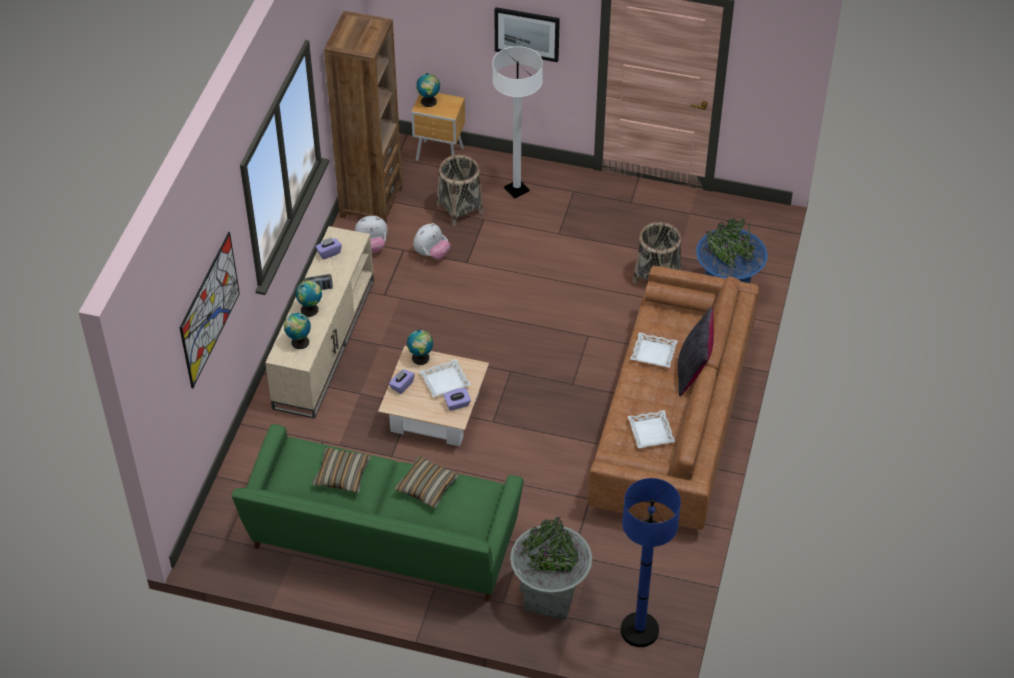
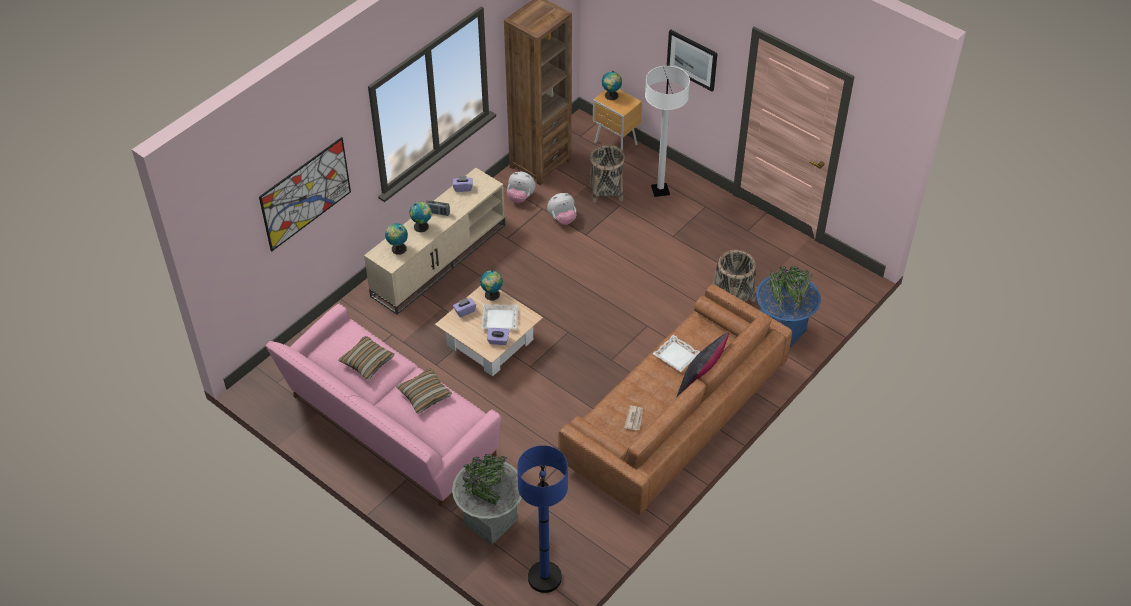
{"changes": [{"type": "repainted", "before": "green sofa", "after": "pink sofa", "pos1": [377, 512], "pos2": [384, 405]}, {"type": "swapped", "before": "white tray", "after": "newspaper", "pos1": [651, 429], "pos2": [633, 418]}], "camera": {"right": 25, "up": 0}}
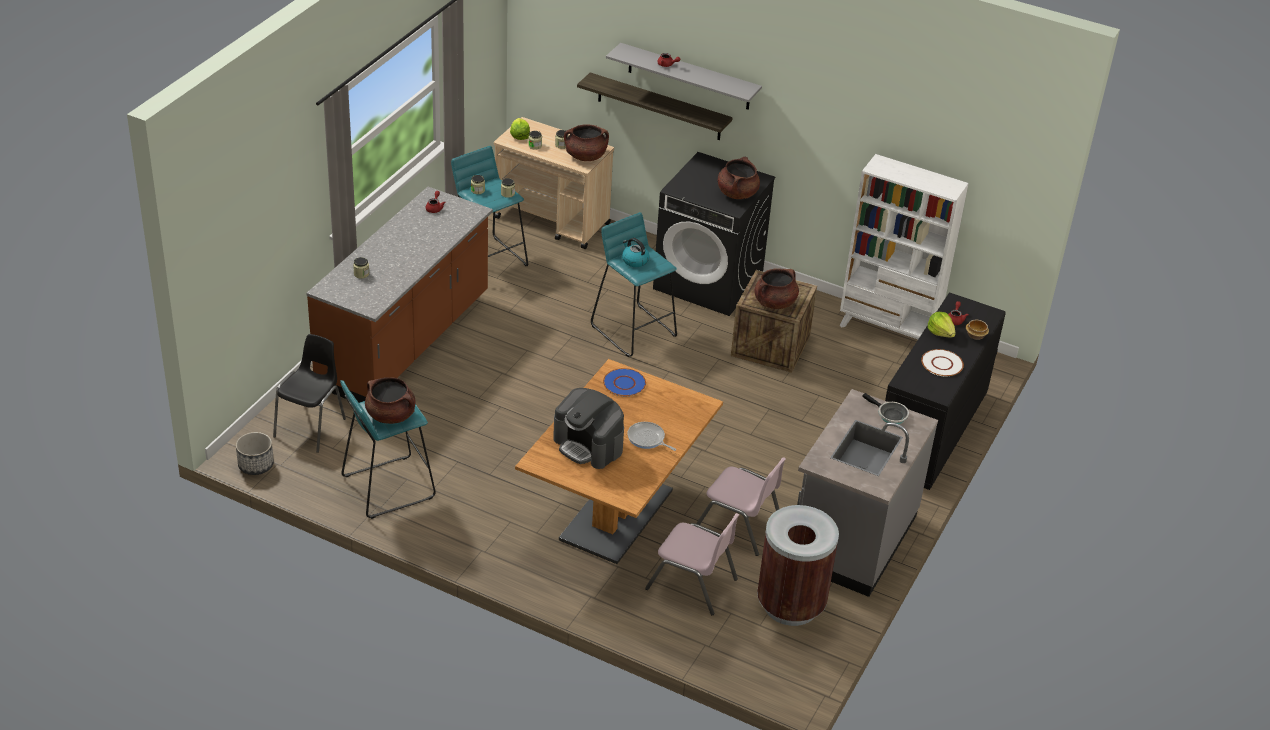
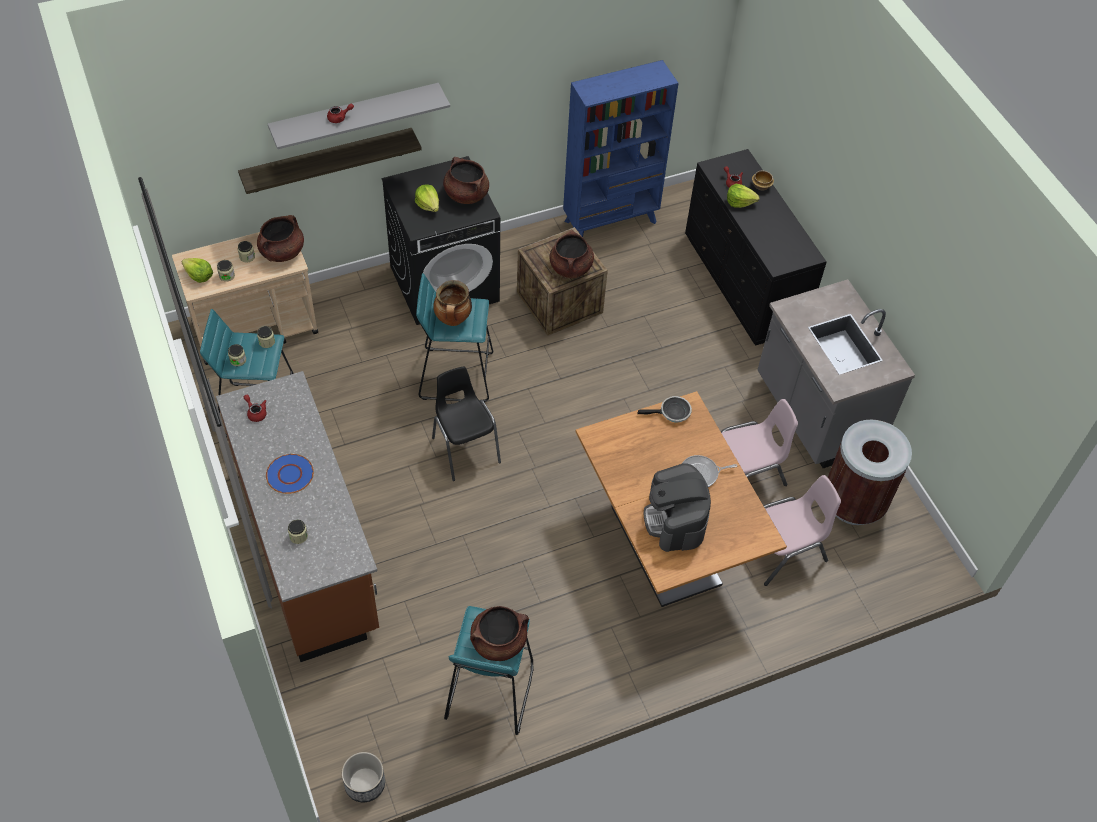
{"changes": [{"type": "shifted", "before": "black chair", "pos1": [309, 393], "pos2": [466, 423]}, {"type": "rotated", "before": "coffee machine", "pos1": [588, 428], "pos2": [677, 507], "turn": 90}, {"type": "shifted", "before": "blue plate", "pos1": [624, 382], "pos2": [290, 474]}, {"type": "swapped", "before": "kettle", "after": "cooking pot", "pos1": [636, 252], "pos2": [452, 303]}, {"type": "repainted", "before": "white bookcase", "after": "blue bookcase", "pos1": [904, 246], "pos2": [621, 148]}, {"type": "shifted", "before": "frying pan", "pos1": [885, 408], "pos2": [664, 409]}, {"type": "gone", "before": "white plate", "pos1": [942, 362]}, {"type": "new", "after": "lettuce", "pos2": [427, 198]}], "camera": {"right": -50, "up": 15}}
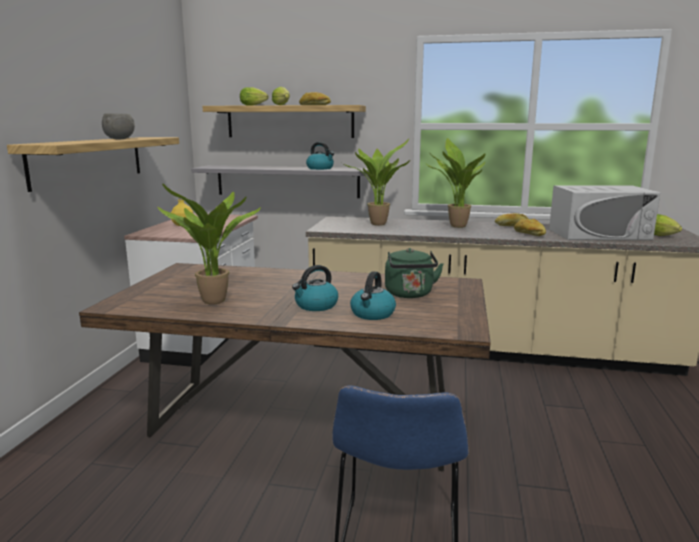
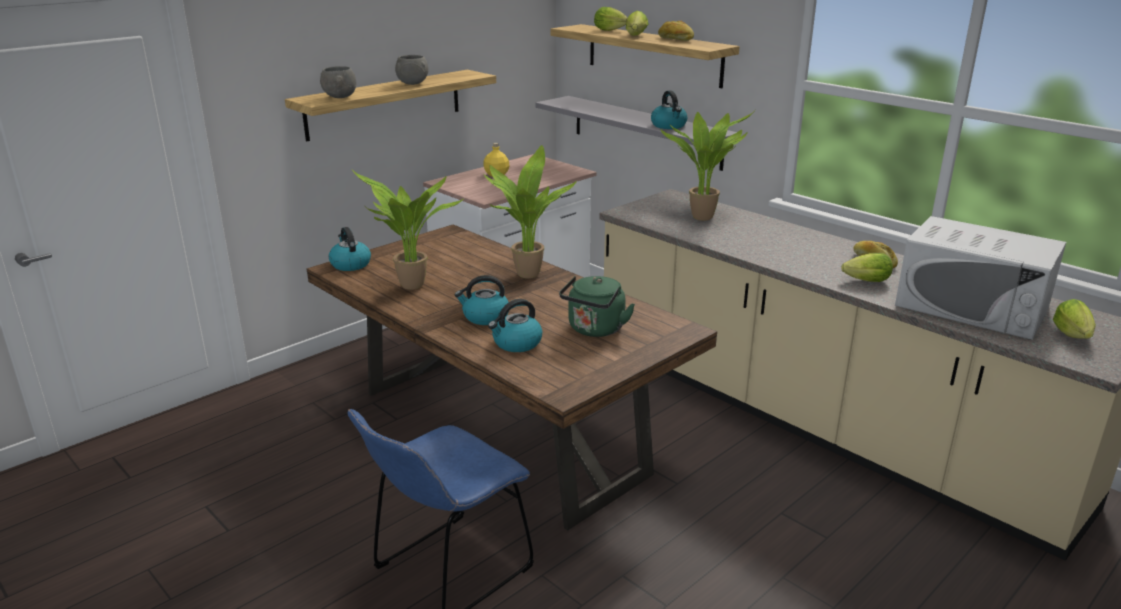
{"changes": [{"type": "shifted", "before": "potted plant", "pos1": [455, 183], "pos2": [530, 212]}, {"type": "swapped", "before": "bread", "after": "lettuce", "pos1": [530, 227], "pos2": [867, 267]}, {"type": "new", "after": "grey bowl", "pos2": [338, 82]}, {"type": "new", "after": "kettle", "pos2": [350, 249]}], "camera": {"right": 35, "up": 10}}
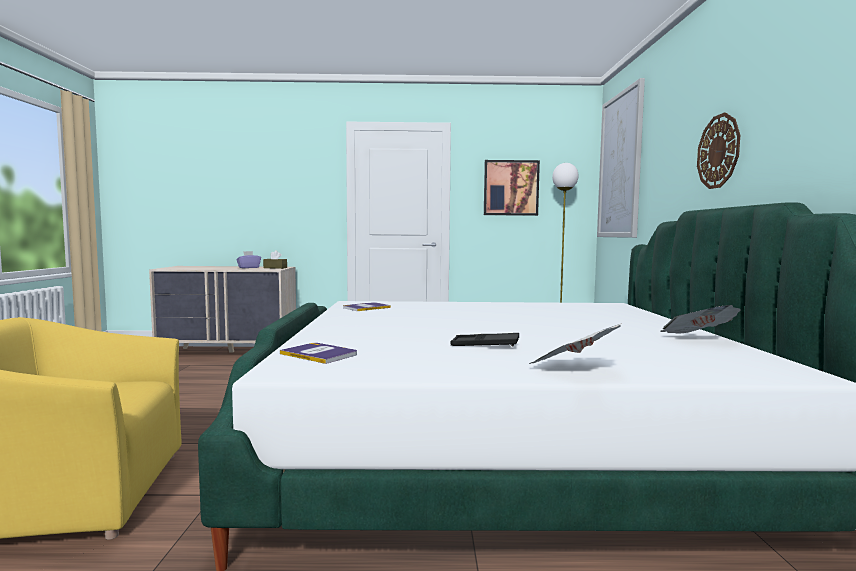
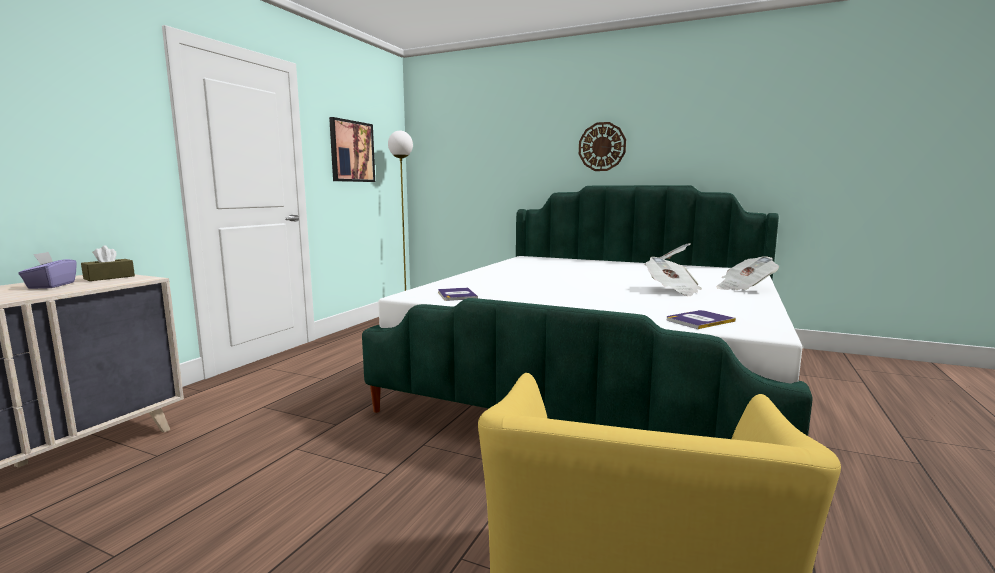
{"changes": [{"type": "swapped", "before": "black tray", "after": "newspaper", "pos1": [484, 339], "pos2": [673, 276]}, {"type": "gone", "before": "picture", "pos1": [621, 158]}], "camera": {"right": -65, "up": 5}}
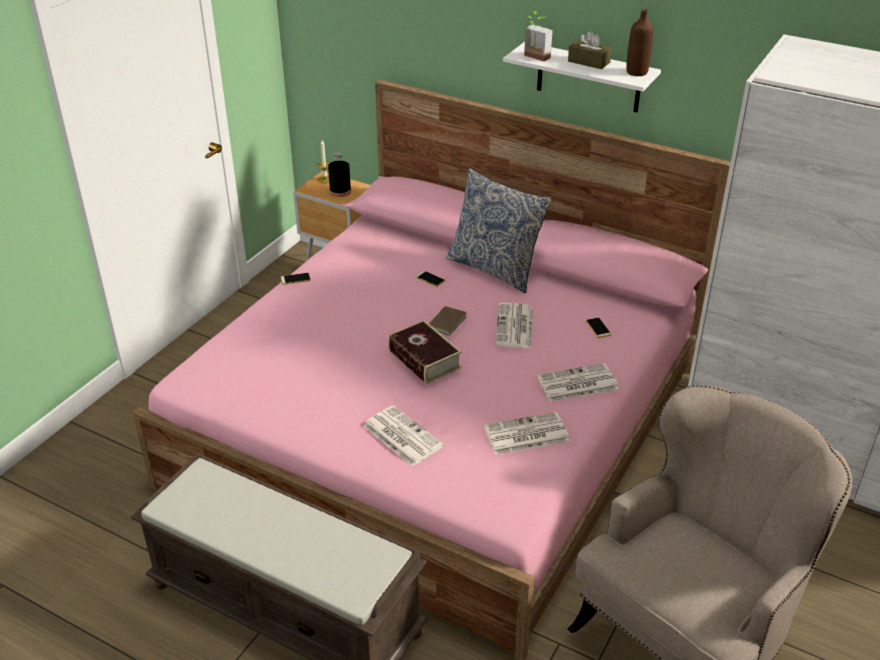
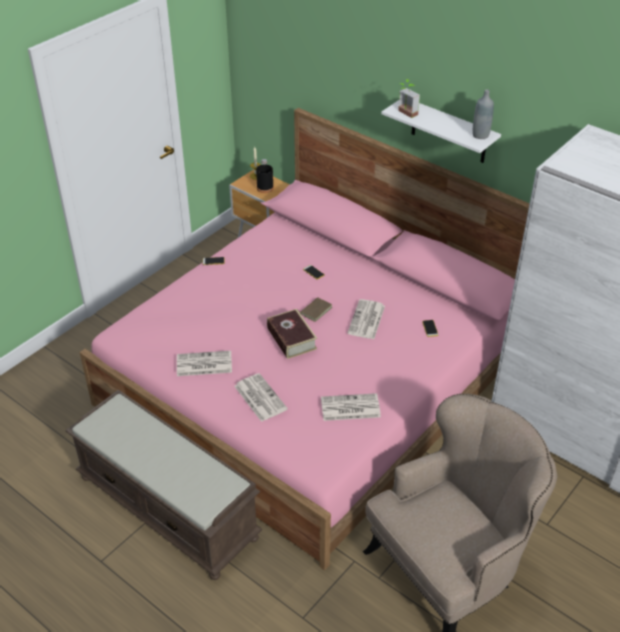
{"changes": [{"type": "gone", "before": "pillow", "pos1": [499, 231]}, {"type": "shifted", "before": "newspaper", "pos1": [578, 382], "pos2": [204, 363]}, {"type": "gone", "before": "brown tissue box", "pos1": [590, 50]}, {"type": "repainted", "before": "brown bottle", "after": "grey bottle", "pos1": [639, 42], "pos2": [483, 114]}], "camera": {"right": 10, "up": 5}}
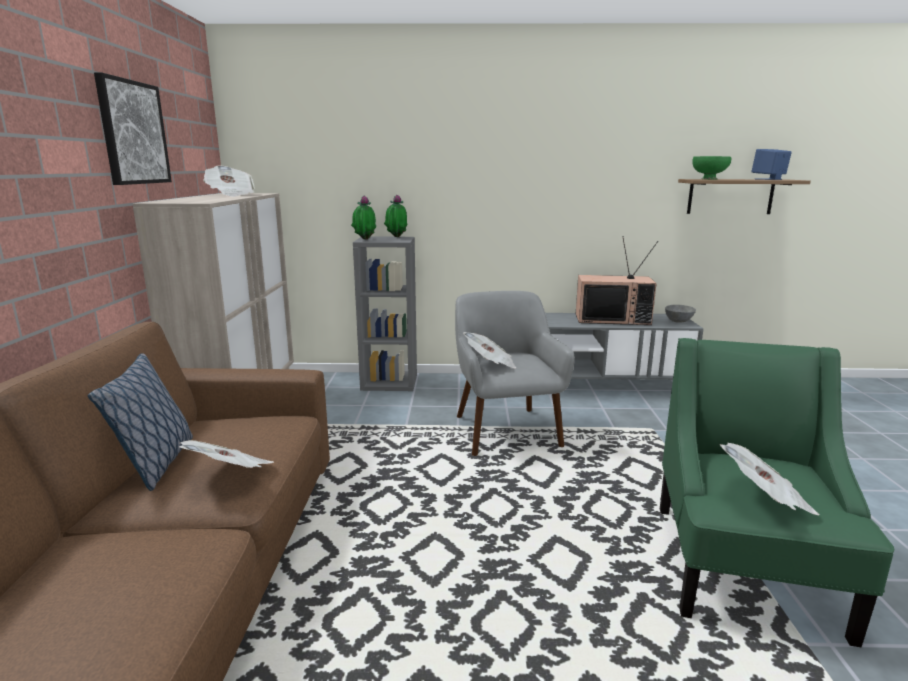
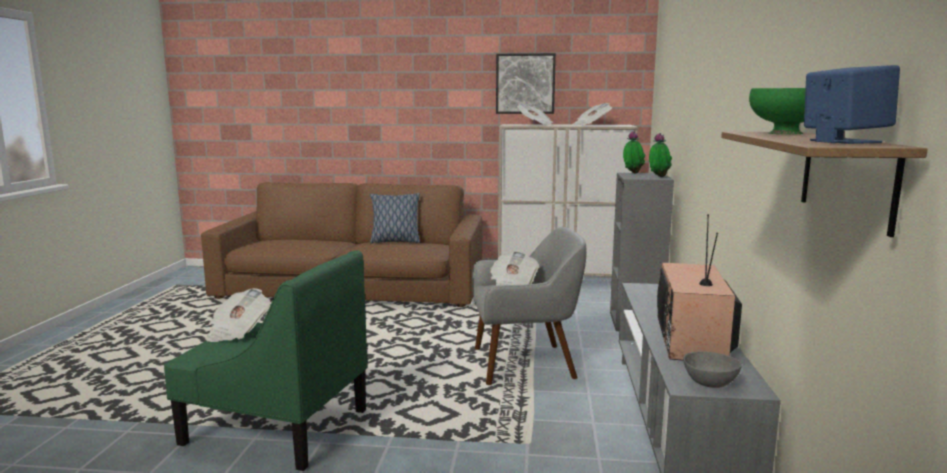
{"changes": [{"type": "shifted", "before": "newspaper", "pos1": [226, 454], "pos2": [535, 114]}], "camera": {"right": 95, "up": -5}}
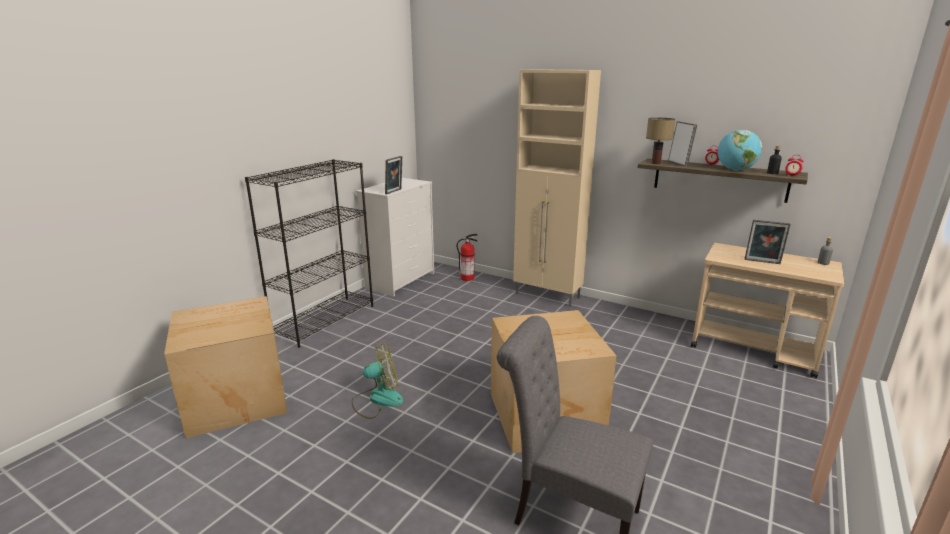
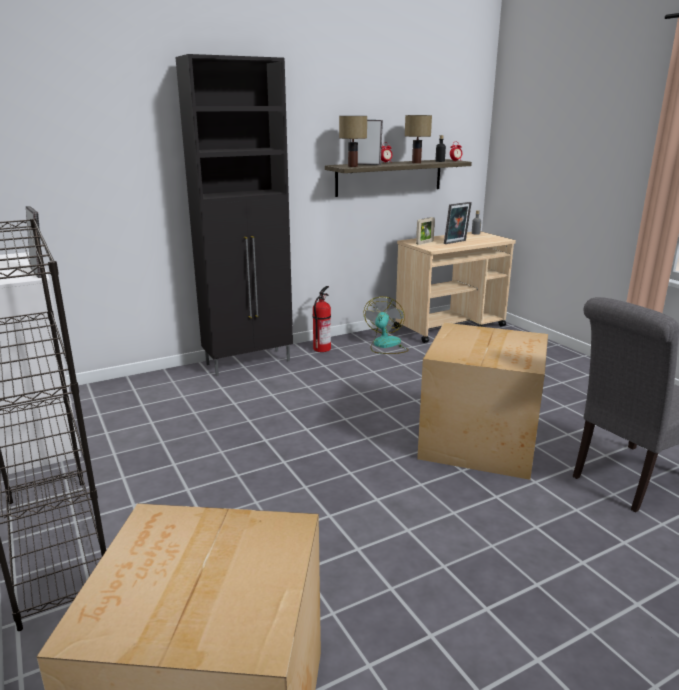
{"changes": [{"type": "shifted", "before": "fan", "pos1": [377, 380], "pos2": [386, 325]}, {"type": "shifted", "before": "fire extinguisher", "pos1": [467, 257], "pos2": [321, 319]}, {"type": "repainted", "before": "beige cabinet", "after": "black cabinet", "pos1": [557, 188], "pos2": [234, 215]}, {"type": "swapped", "before": "globe", "after": "table lamp", "pos1": [740, 150], "pos2": [418, 139]}, {"type": "new", "after": "picture frame", "pos2": [425, 231]}], "camera": {"right": -60, "up": 0}}
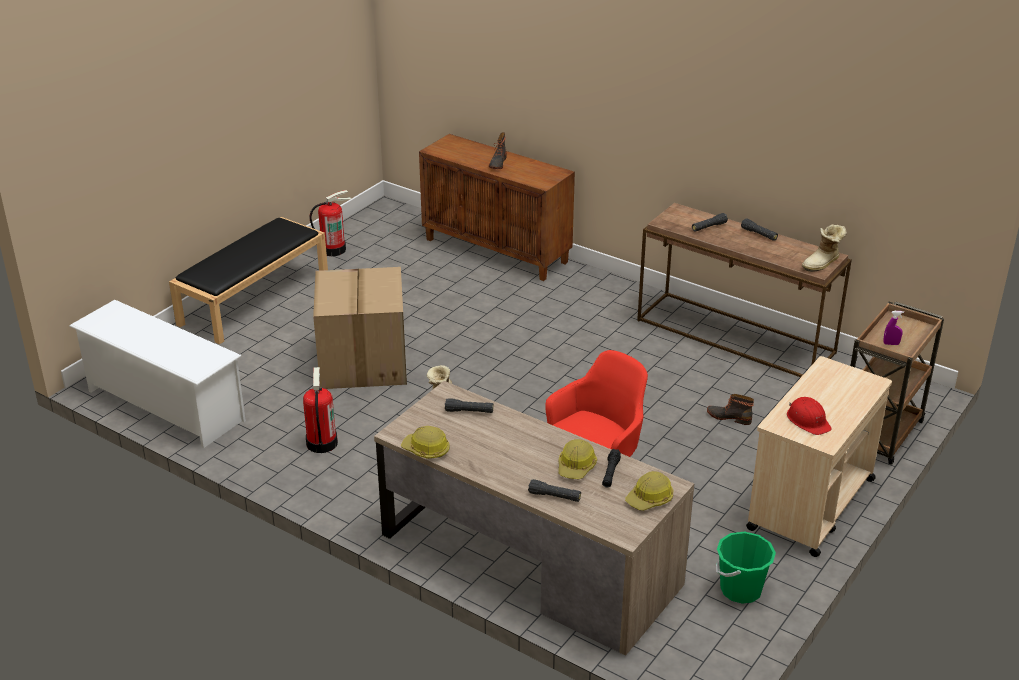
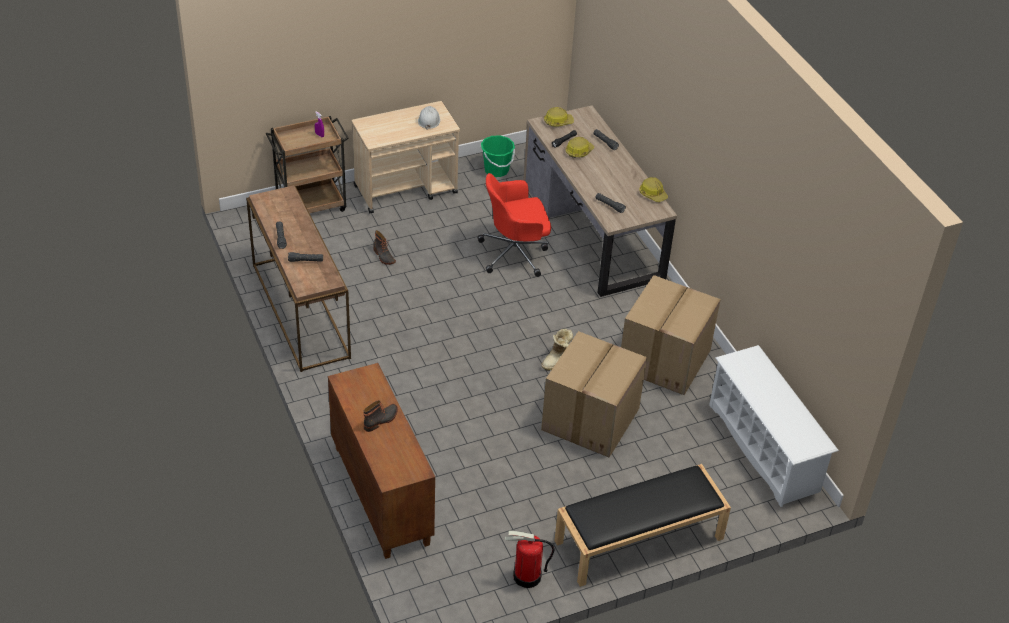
{"changes": [{"type": "swapped", "before": "fire extinguisher", "after": "cardboard box", "pos1": [320, 410], "pos2": [671, 335]}, {"type": "repainted", "before": "red hard hat", "after": "white hard hat", "pos1": [809, 416], "pos2": [429, 118]}, {"type": "gone", "before": "boot", "pos1": [824, 248]}], "camera": {"right": -150, "up": 10}}
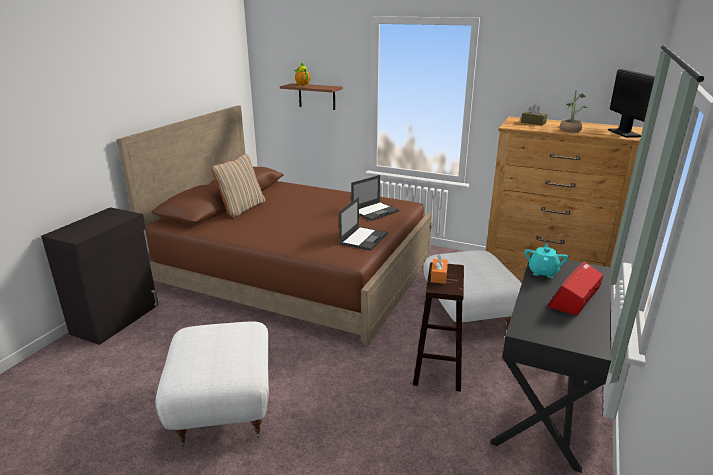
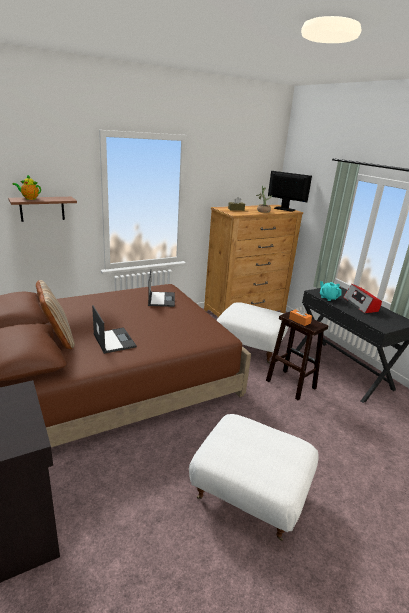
{"changes": [{"type": "shifted", "before": "laptop", "pos1": [363, 224], "pos2": [114, 329]}], "camera": {"right": -55, "up": 0}}
